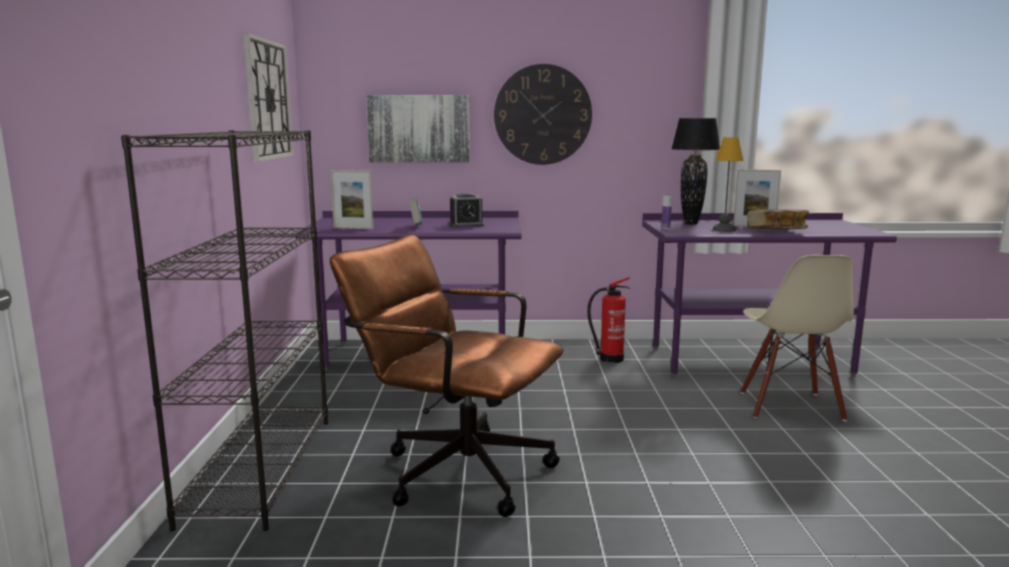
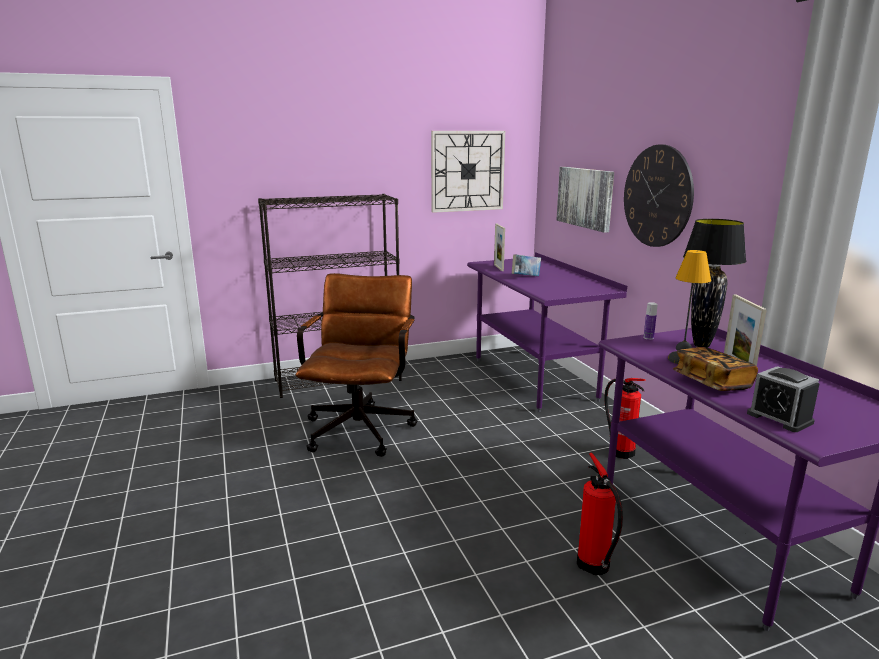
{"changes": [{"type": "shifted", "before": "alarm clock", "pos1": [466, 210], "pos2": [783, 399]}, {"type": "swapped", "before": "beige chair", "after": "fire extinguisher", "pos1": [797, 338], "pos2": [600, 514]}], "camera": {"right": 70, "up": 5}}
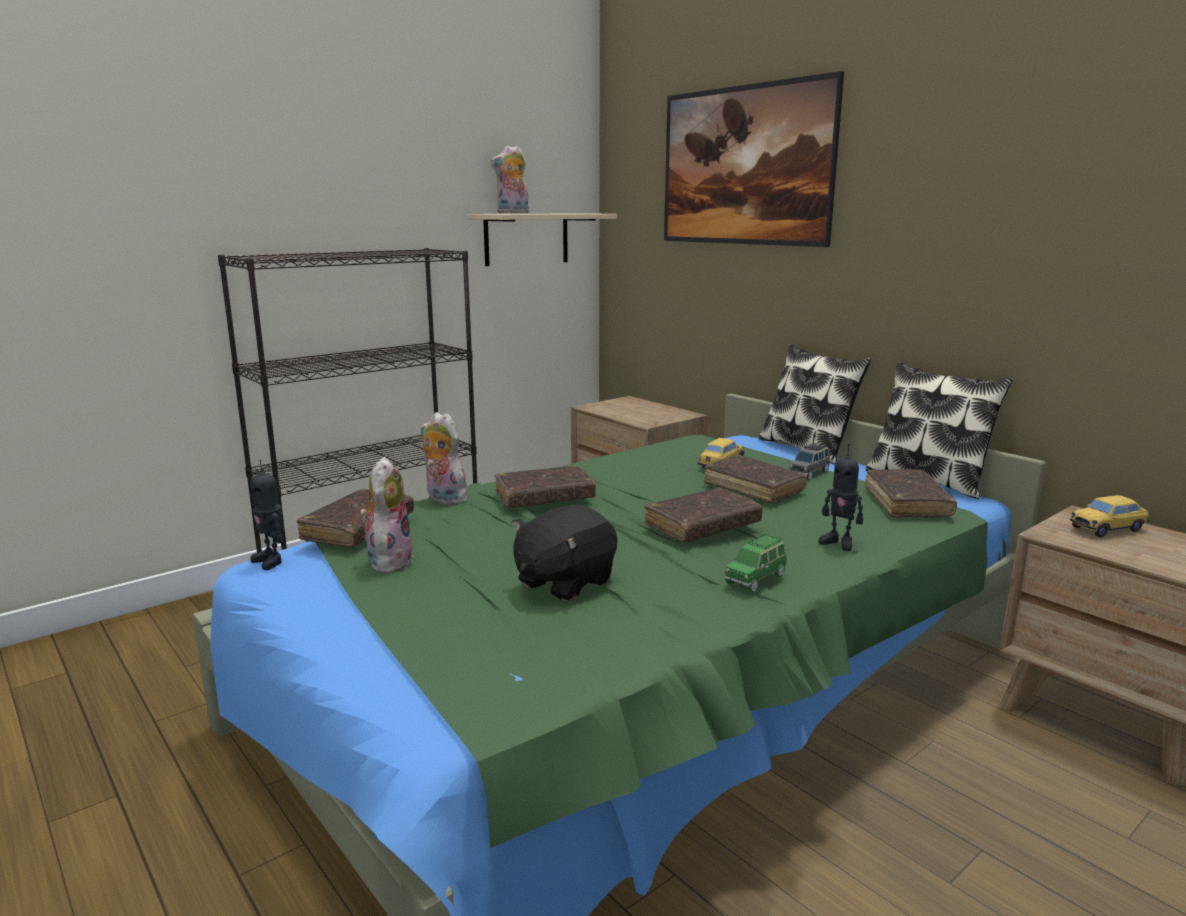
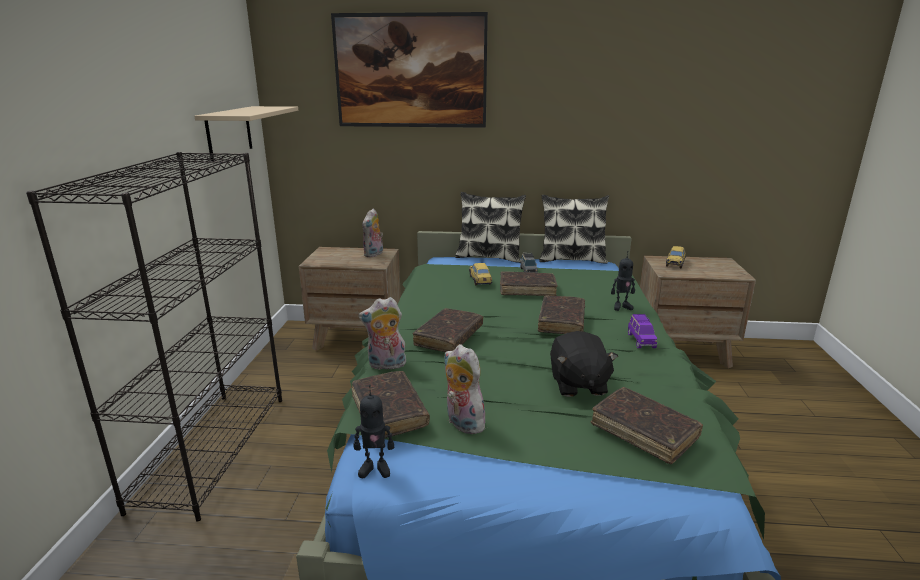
{"changes": [{"type": "shifted", "before": "plush toy", "pos1": [509, 179], "pos2": [372, 233]}, {"type": "repainted", "before": "green toy car", "after": "purple toy car", "pos1": [755, 563], "pos2": [642, 331]}, {"type": "shifted", "before": "brown book", "pos1": [911, 493], "pos2": [647, 425]}], "camera": {"right": -45, "up": 5}}
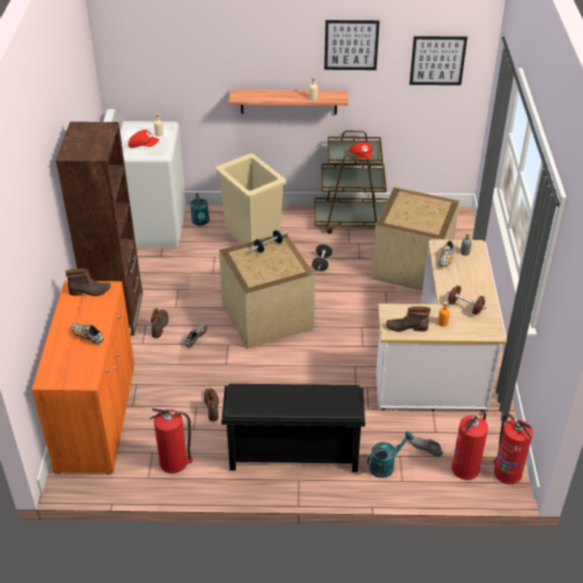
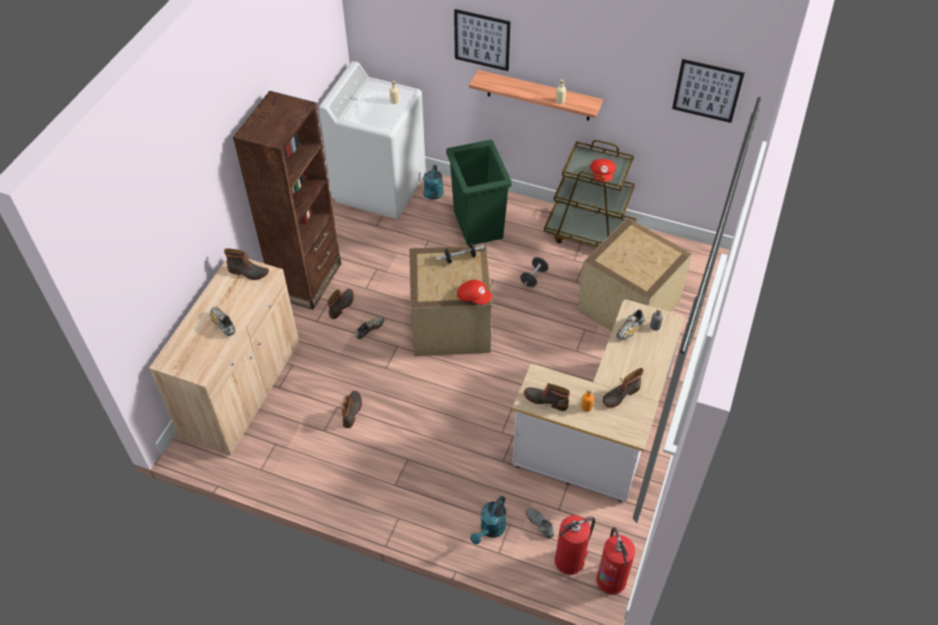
{"changes": [{"type": "repainted", "before": "orange cabinet", "after": "beige cabinet", "pos1": [83, 378], "pos2": [224, 357]}, {"type": "shifted", "before": "red cap", "pos1": [143, 139], "pos2": [474, 292]}, {"type": "gone", "before": "fire extinguisher", "pos1": [171, 440]}, {"type": "repainted", "before": "beige trash can", "after": "green trash can", "pos1": [251, 198], "pos2": [479, 193]}, {"type": "gone", "before": "black shoe rack", "pos1": [293, 428]}, {"type": "shifted", "before": "picture", "pos1": [352, 45], "pos2": [482, 40]}, {"type": "rotated", "before": "turquoise watering can", "pos1": [390, 454], "pos2": [488, 520], "turn": 135}, {"type": "swapped", "before": "brown dumbbell", "after": "boot", "pos1": [466, 300], "pos2": [623, 388]}], "camera": {"right": 20, "up": 10}}
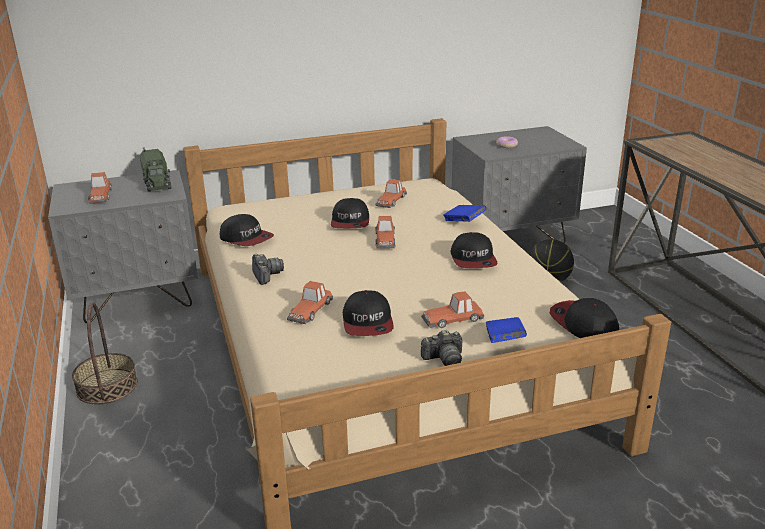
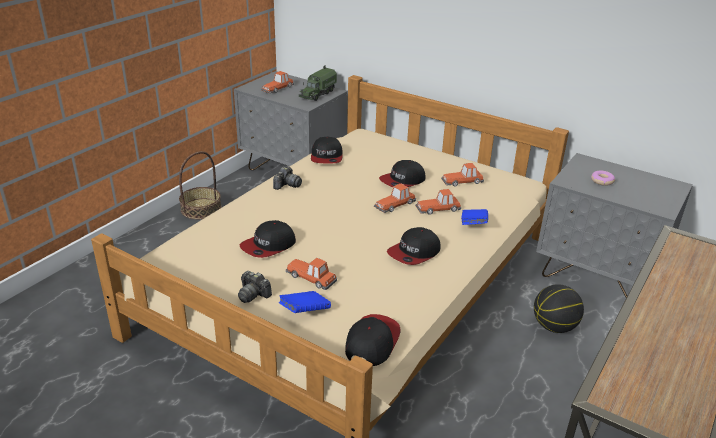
{"changes": [{"type": "shifted", "before": "toy car", "pos1": [310, 302], "pos2": [438, 202]}], "camera": {"right": 50, "up": 5}}
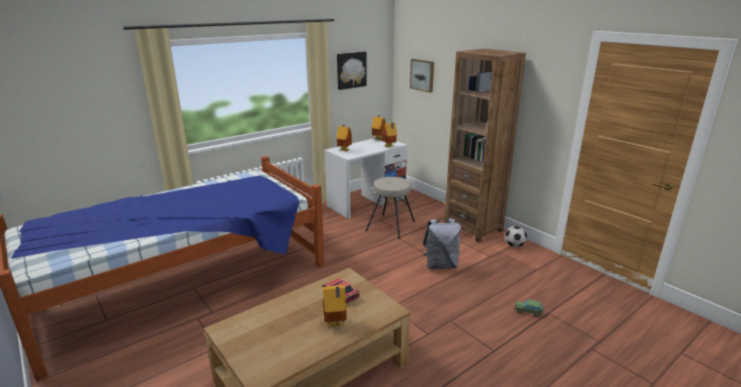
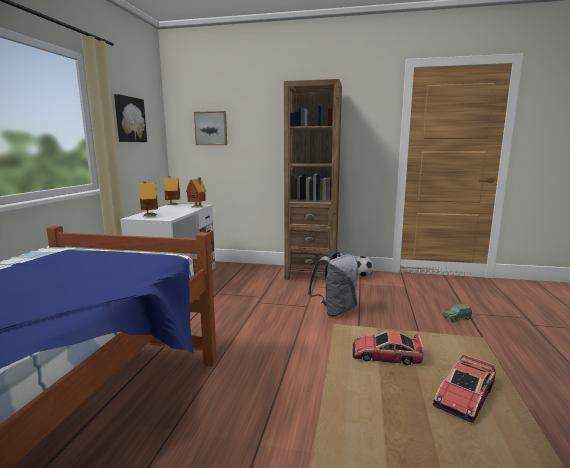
{"changes": [{"type": "swapped", "before": "toy house", "after": "toy car", "pos1": [335, 306], "pos2": [464, 388]}, {"type": "gone", "before": "beige stool", "pos1": [390, 208]}], "camera": {"right": -40, "up": -10}}
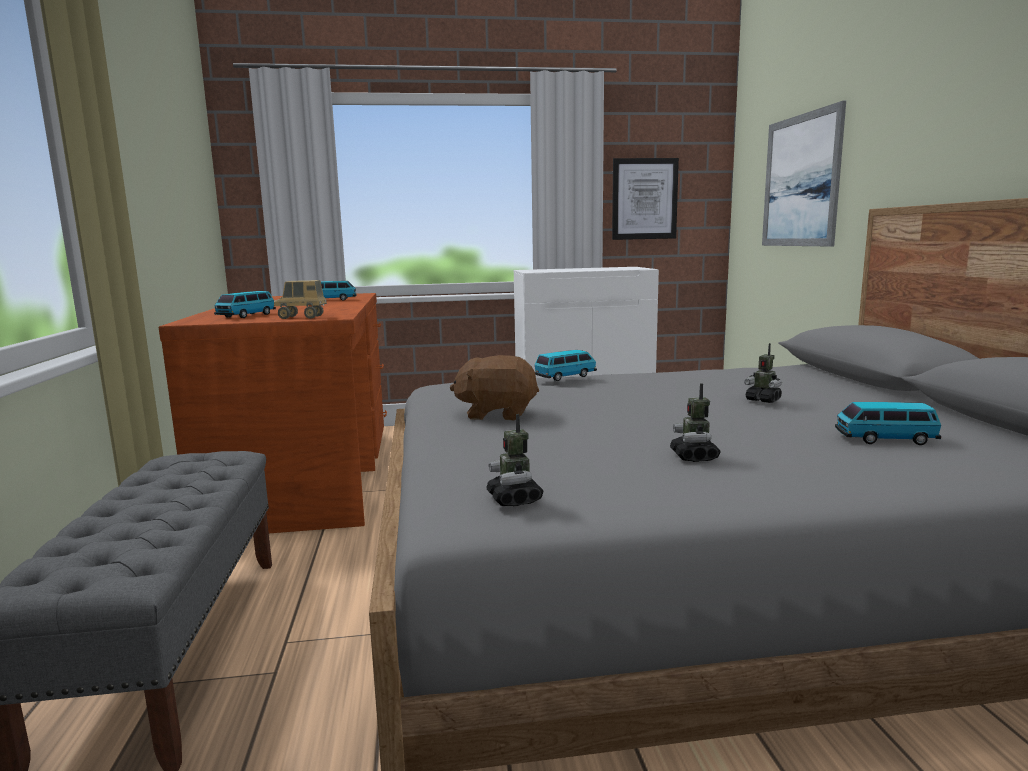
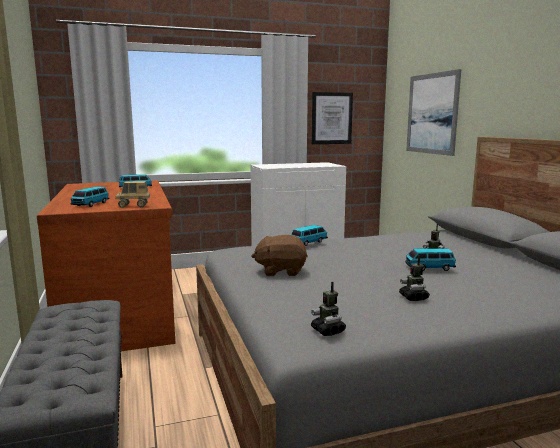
{"changes": [{"type": "shifted", "before": "toy car", "pos1": [888, 423], "pos2": [430, 259]}], "camera": {"right": -10, "up": 0}}
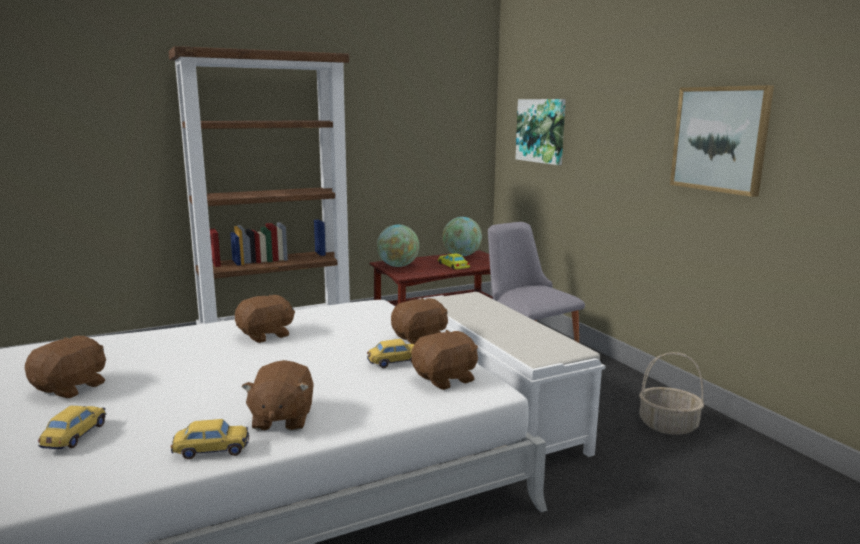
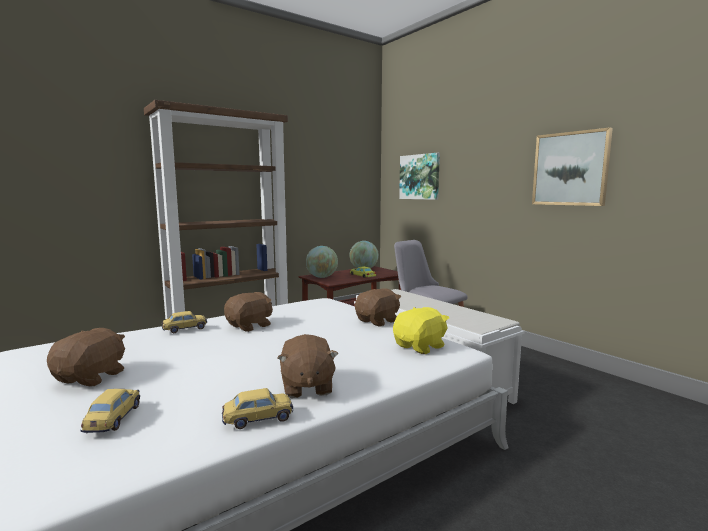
{"changes": [{"type": "shifted", "before": "toy car", "pos1": [390, 353], "pos2": [184, 322]}, {"type": "repainted", "before": "brown plush toy", "after": "yellow plush toy", "pos1": [444, 359], "pos2": [421, 330]}, {"type": "gone", "before": "basket", "pos1": [671, 393]}], "camera": {"right": -10, "up": -5}}
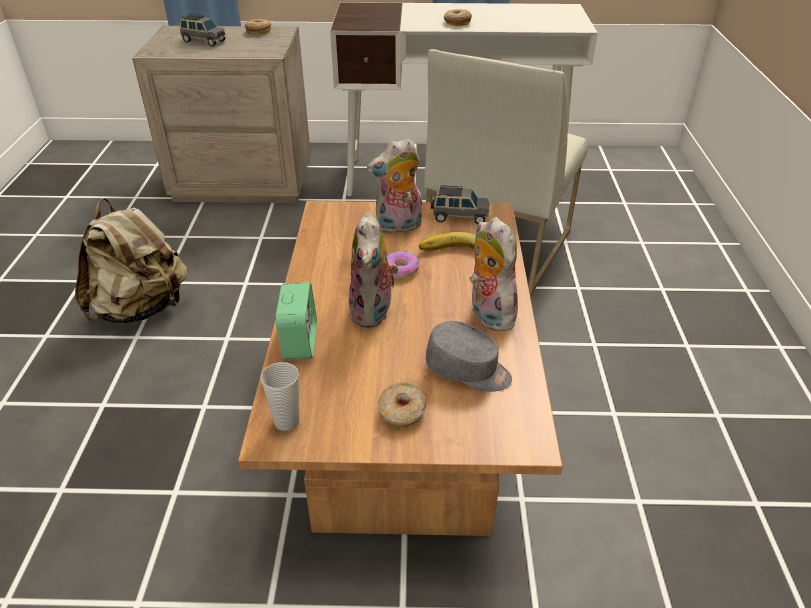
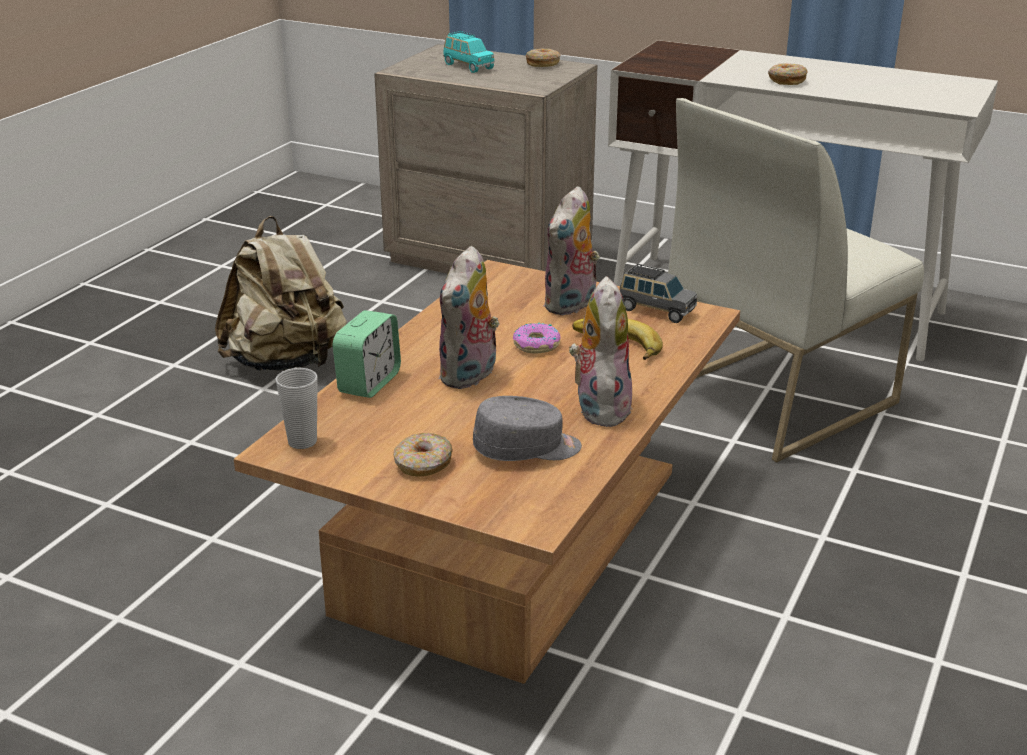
{"changes": [{"type": "repainted", "before": "grey toy car", "after": "turquoise toy car", "pos1": [203, 30], "pos2": [469, 52]}, {"type": "rotated", "before": "plush toy", "pos1": [394, 186], "pos2": [571, 250], "turn": -60}, {"type": "rotated", "before": "grey cap", "pos1": [469, 356], "pos2": [527, 428], "turn": -60}], "camera": {"right": 25, "up": -10}}
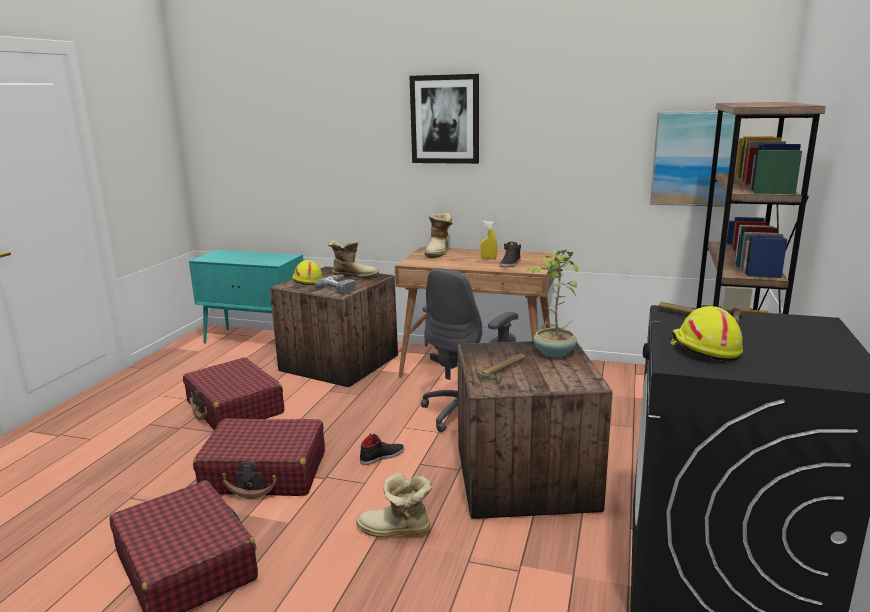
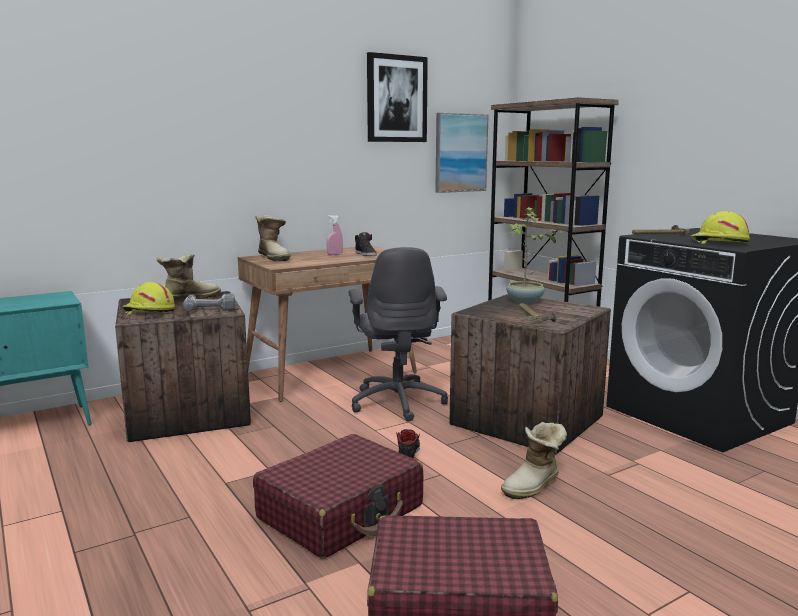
{"changes": [{"type": "gone", "before": "red suitcase", "pos1": [233, 393]}, {"type": "shifted", "before": "picture", "pos1": [444, 119], "pos2": [397, 97]}, {"type": "repainted", "before": "yellow spray bottle", "after": "pink spray bottle", "pos1": [489, 240], "pos2": [334, 235]}], "camera": {"right": -50, "up": -5}}
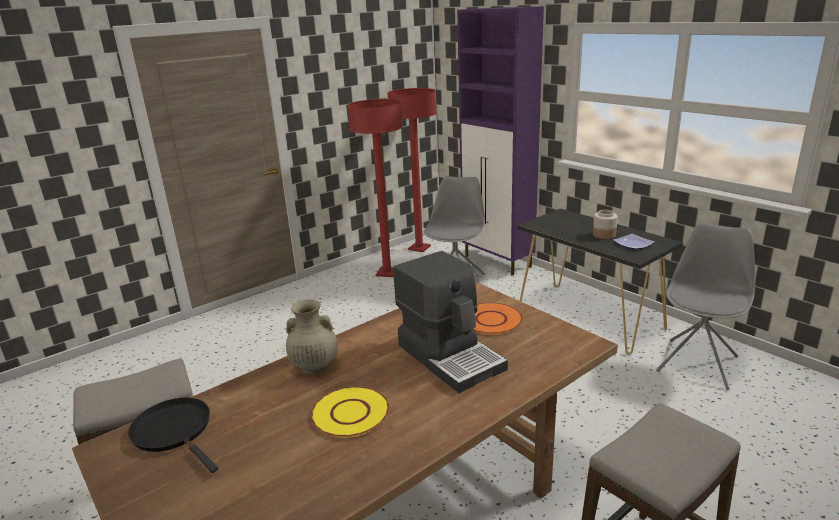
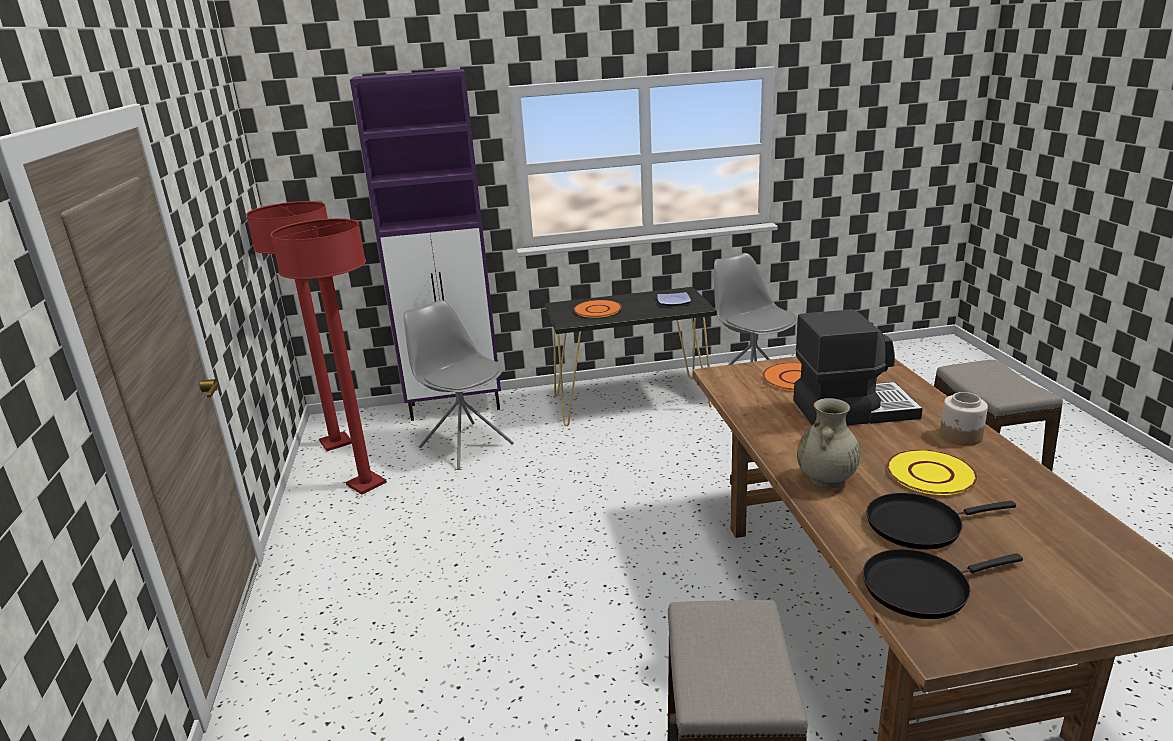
{"changes": [{"type": "shifted", "before": "jar", "pos1": [605, 224], "pos2": [964, 419]}, {"type": "new", "after": "orange plate", "pos2": [598, 309]}, {"type": "new", "after": "black frying pan", "pos2": [941, 521]}], "camera": {"right": -60, "up": 0}}
